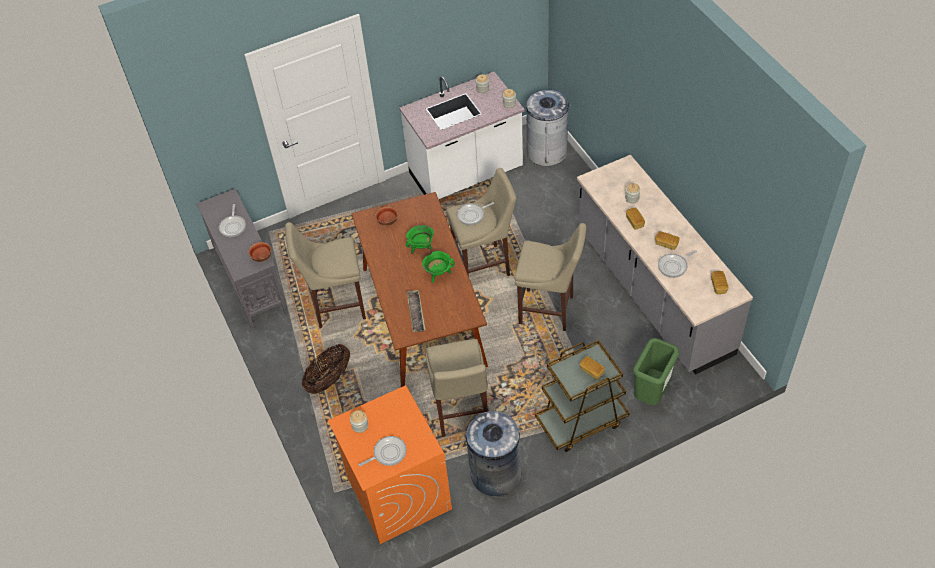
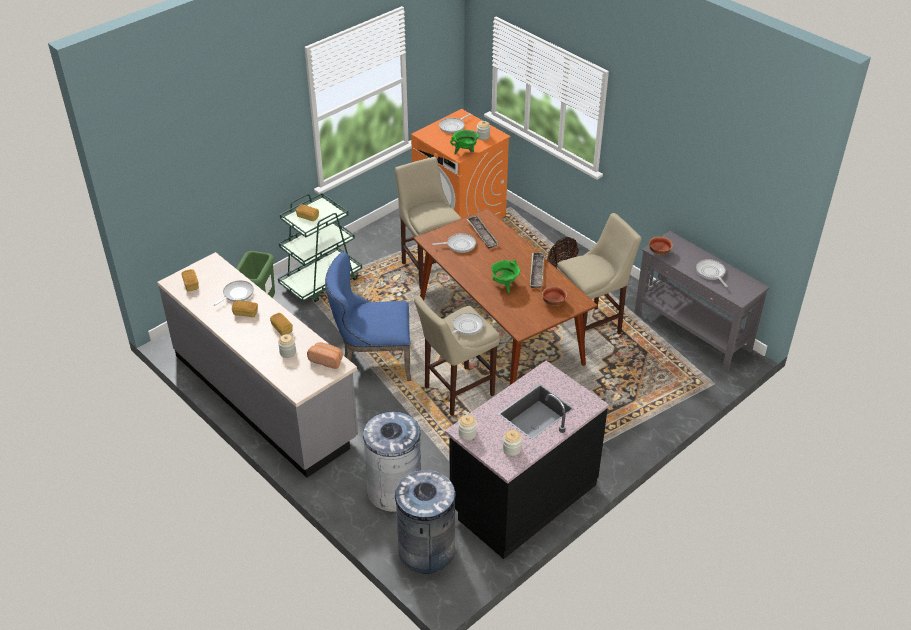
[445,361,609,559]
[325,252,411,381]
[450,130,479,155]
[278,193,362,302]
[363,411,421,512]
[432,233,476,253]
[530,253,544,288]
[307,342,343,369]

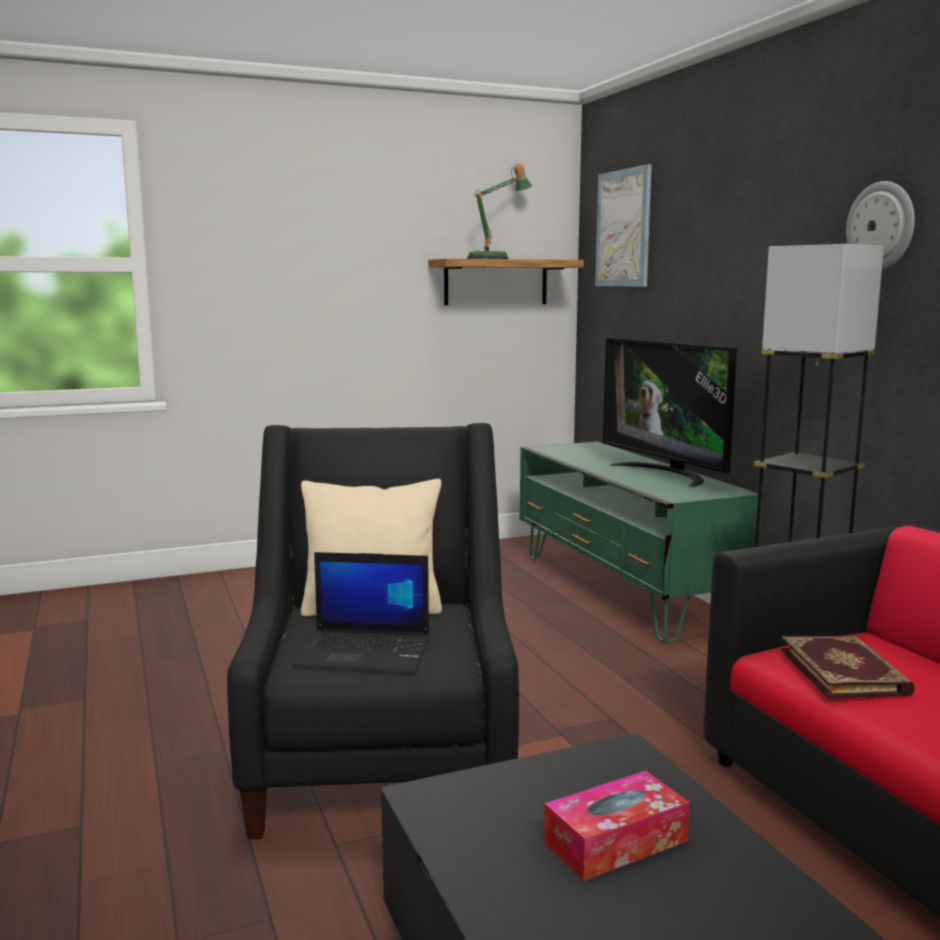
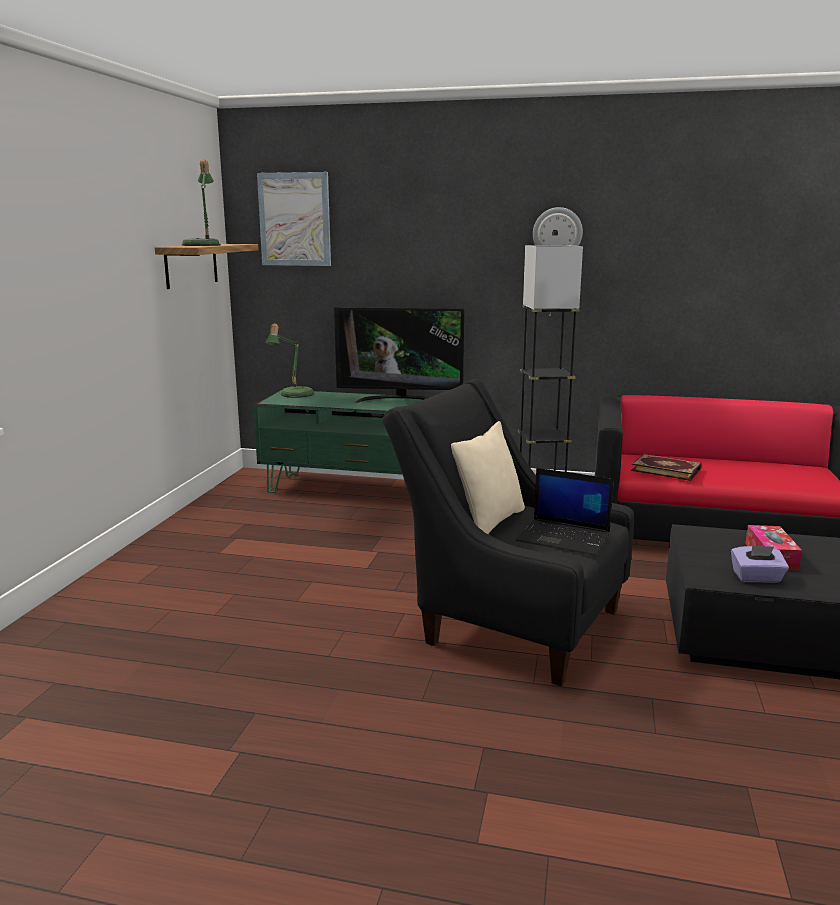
[516,468,614,556]
[265,323,314,398]
[731,545,789,583]

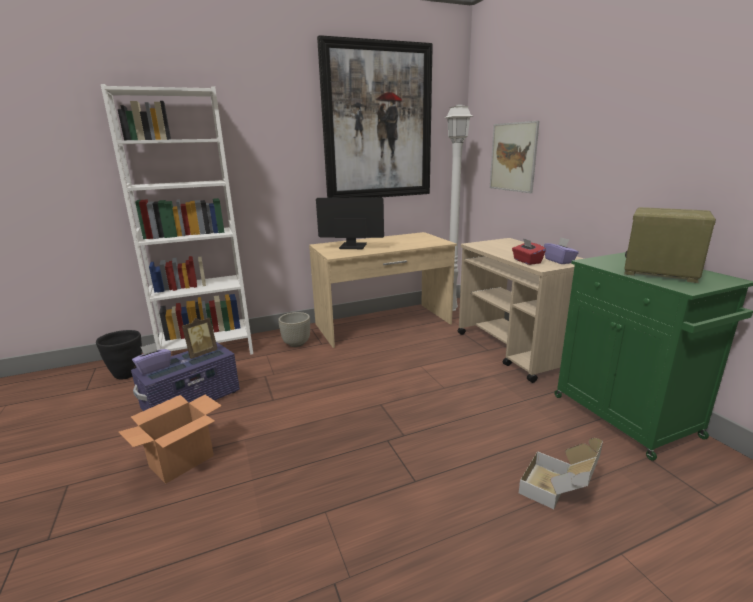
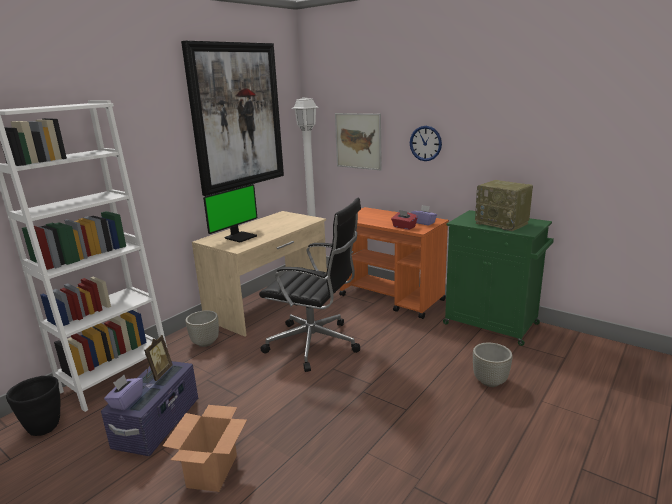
[203,184,257,242]
[475,180,533,231]
[339,207,449,319]
[473,343,512,387]
[410,126,442,161]
[259,198,361,372]

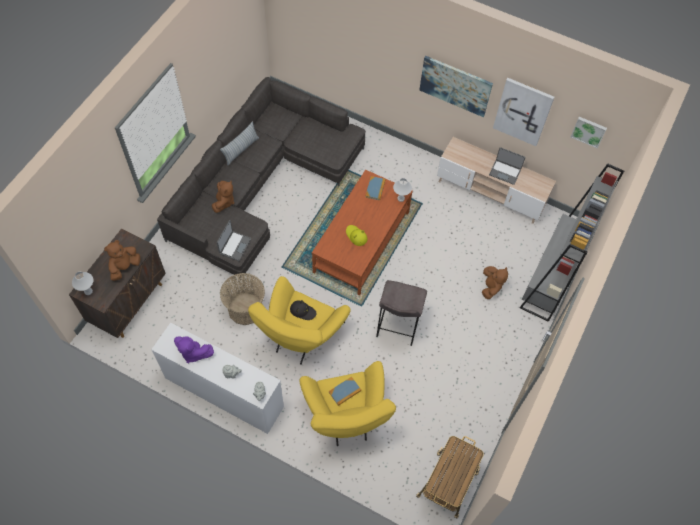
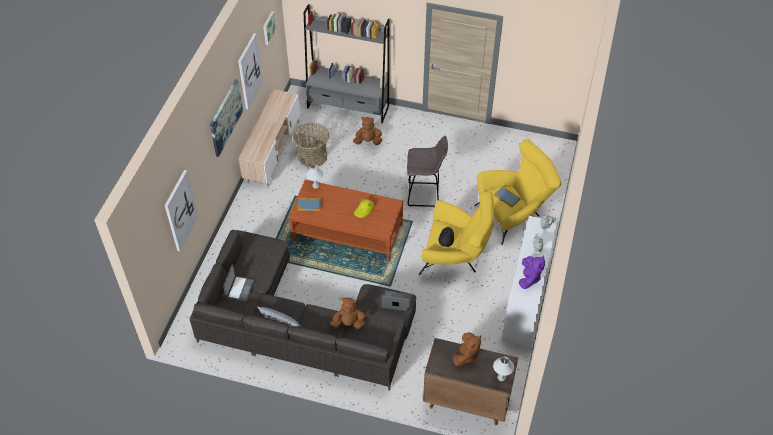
[223,264,255,302]
[453,332,481,366]
[292,123,329,168]
[416,436,484,518] (first image)
[165,170,198,251]

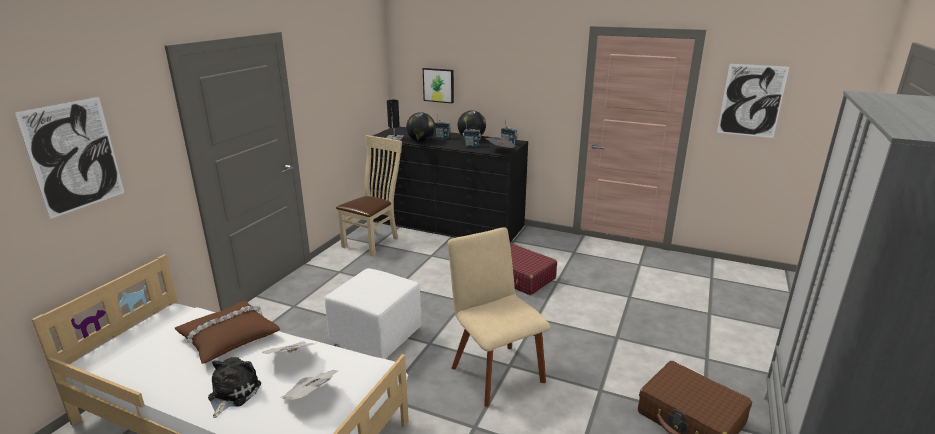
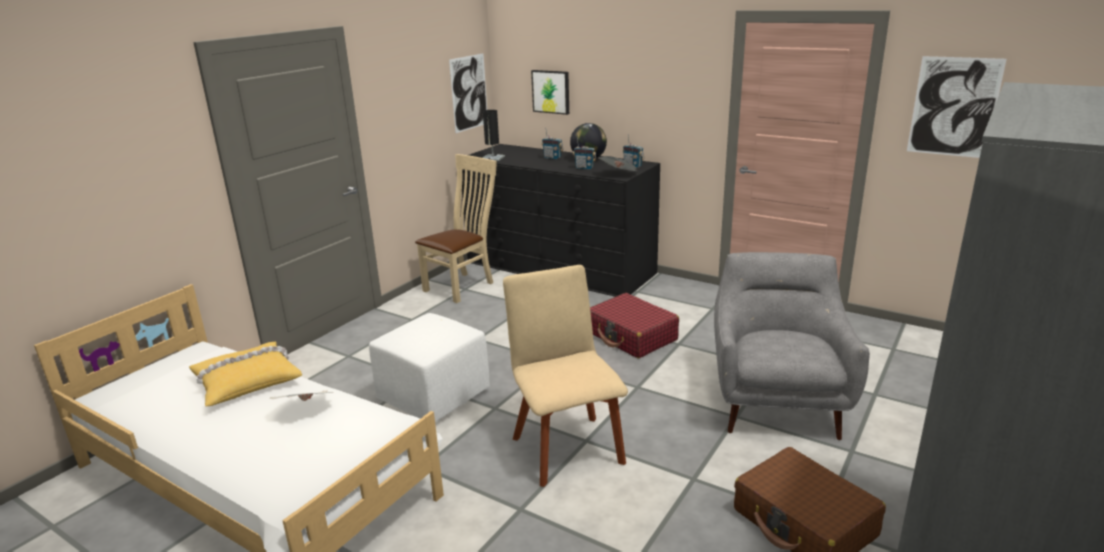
[449,53,487,133]
[406,112,435,142] (first image)
[189,342,302,406]
[208,357,261,418] (first image)
[281,370,338,400] (first image)
[714,252,870,440]

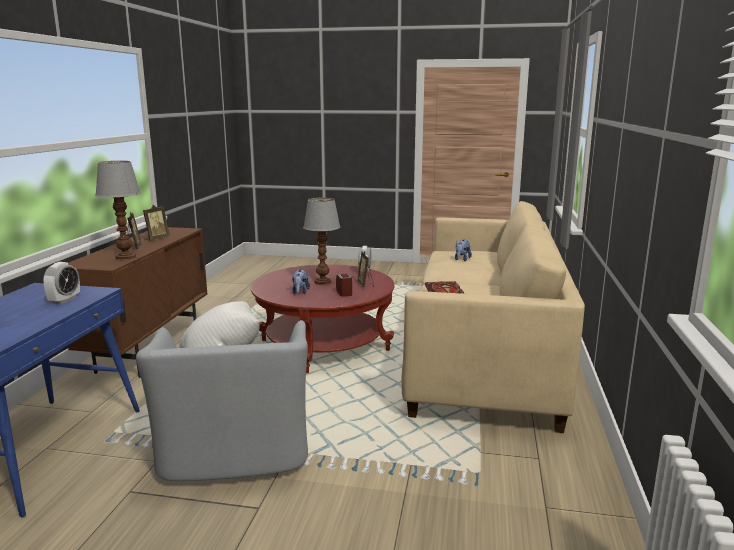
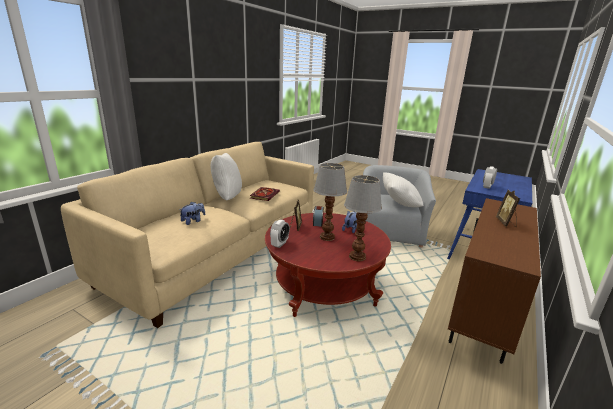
[344,175,382,261]
[143,205,170,241] (first image)
[210,153,242,200]

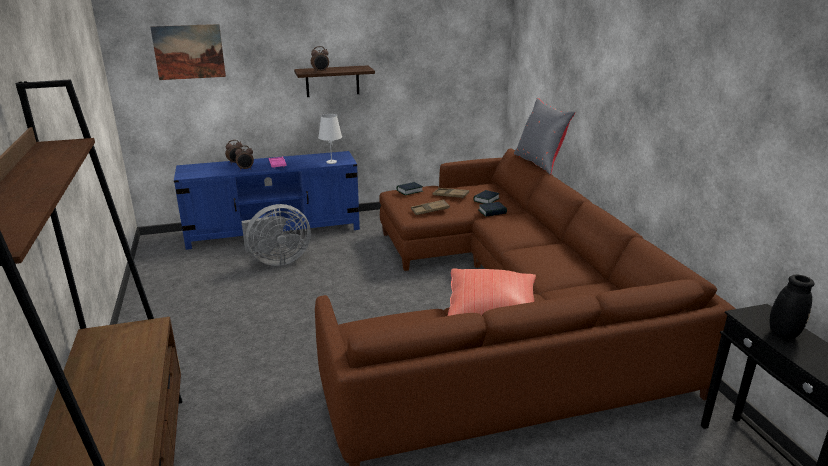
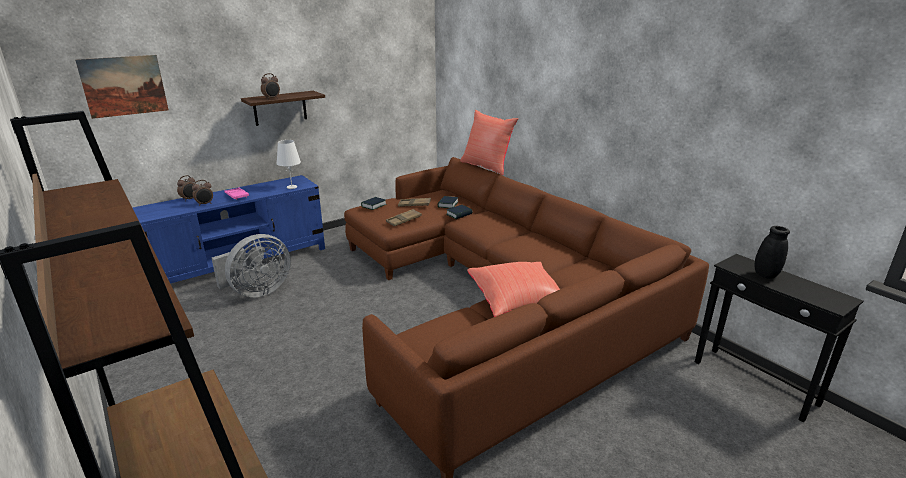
[460,110,518,175]

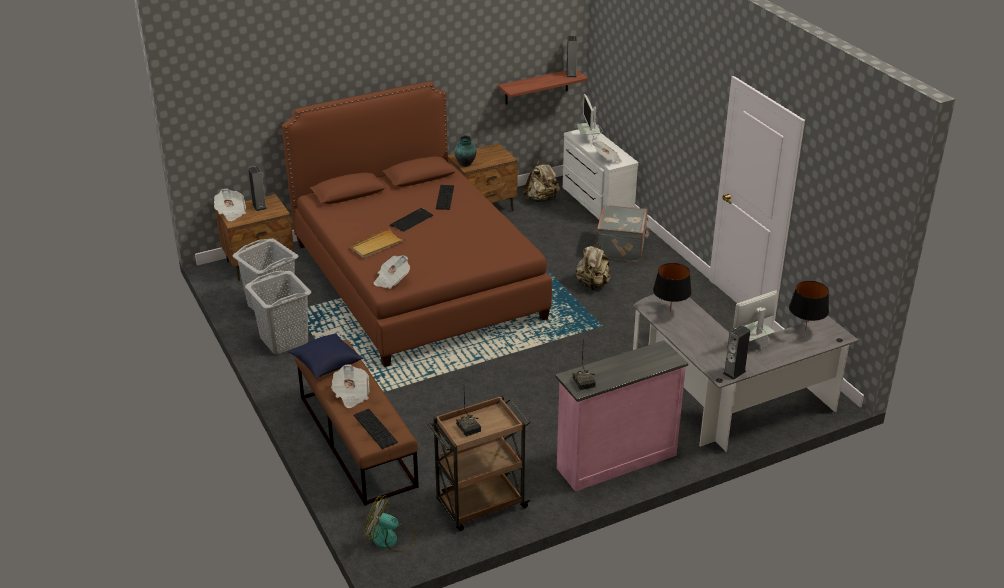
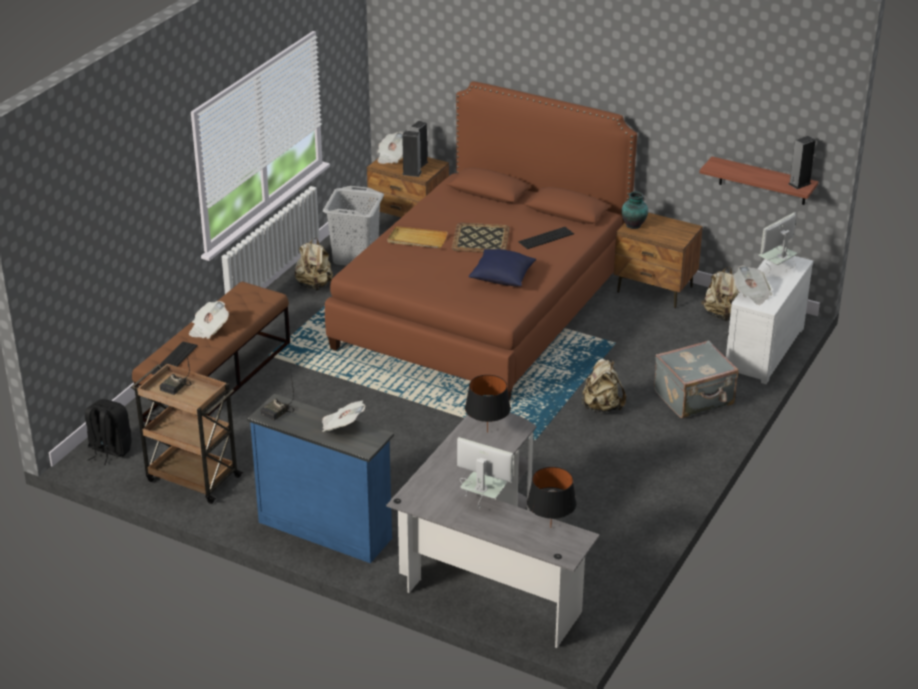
[452,223,510,253]
[322,401,365,432]
[295,238,333,291]
[402,131,422,177]
[468,249,536,286]
[247,394,394,563]
[85,399,132,465]

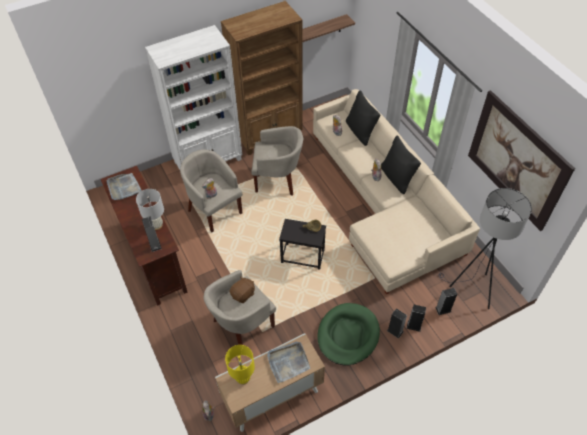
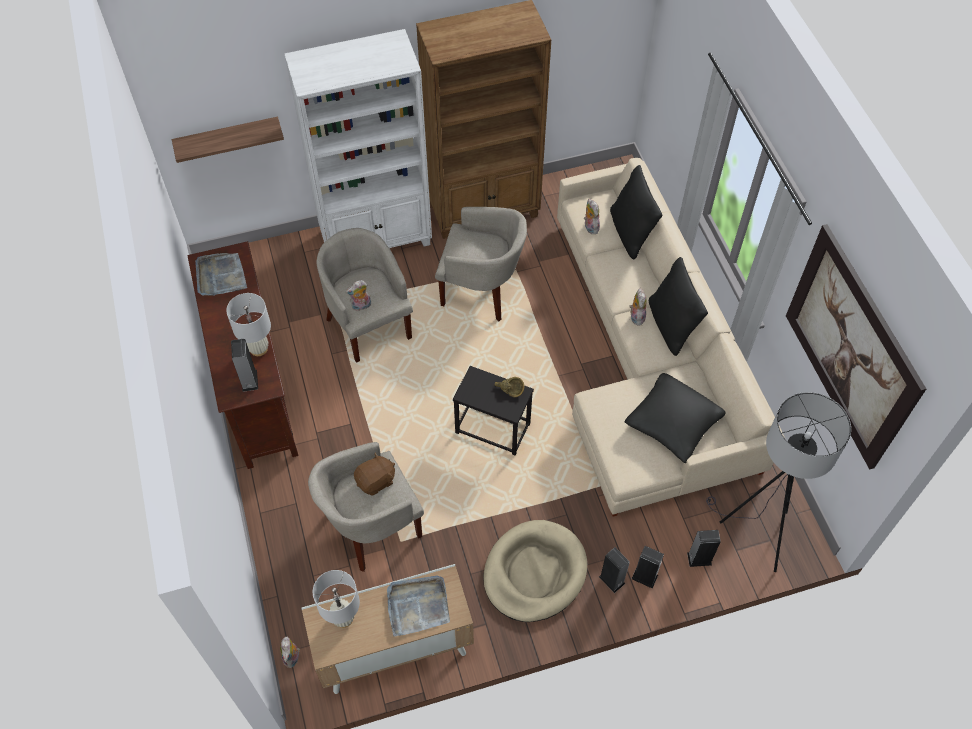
[172,117,284,163]
[483,520,587,622]
[313,570,360,628]
[624,373,725,463]

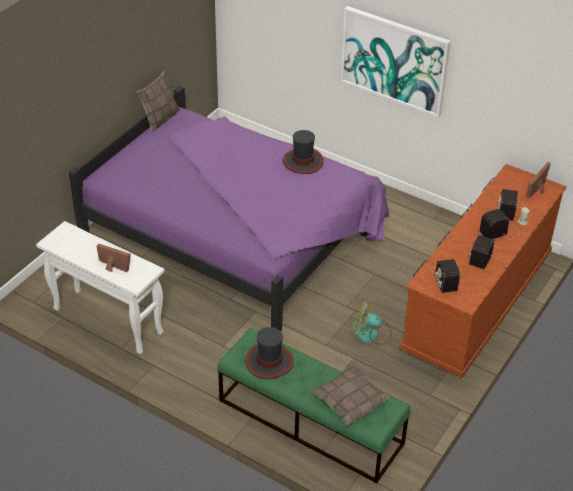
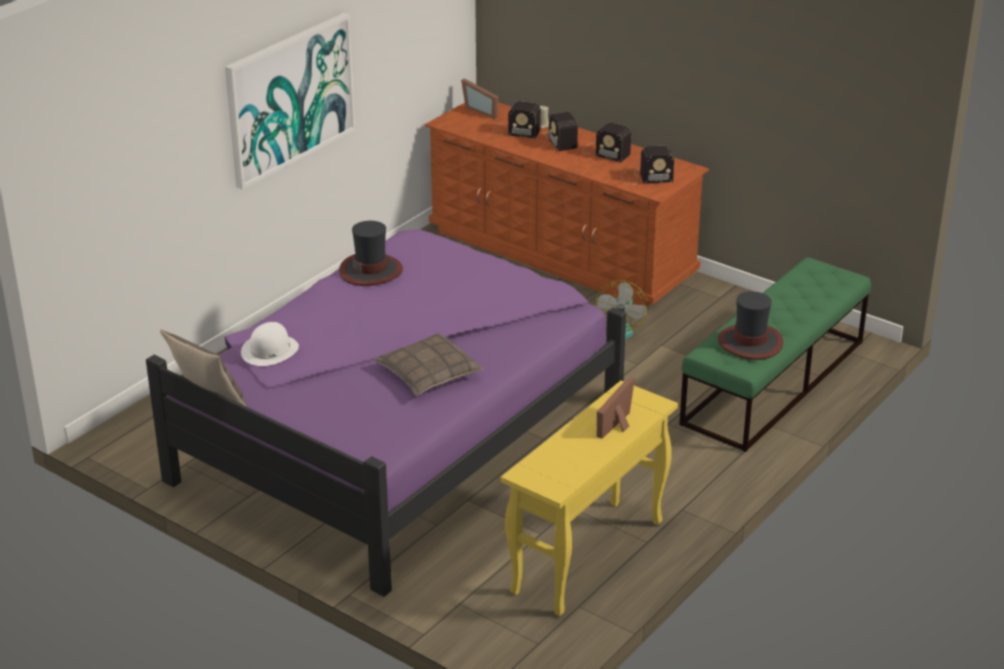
[501,380,678,616]
[374,333,483,396]
[241,322,299,366]

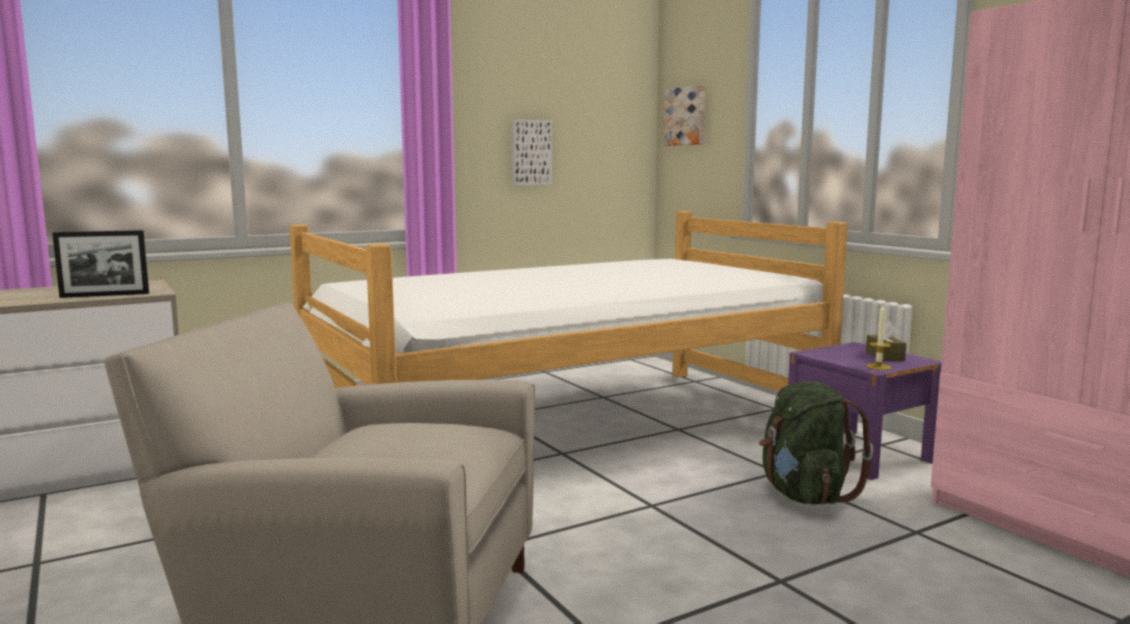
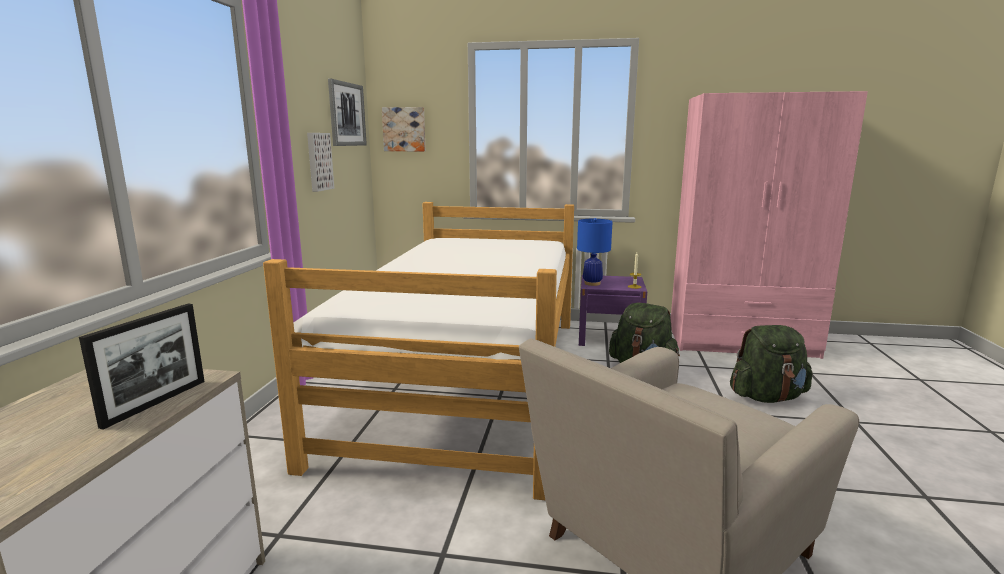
[866,322,906,361] (first image)
[328,79,367,146]
[577,218,612,286]
[730,325,812,403]

